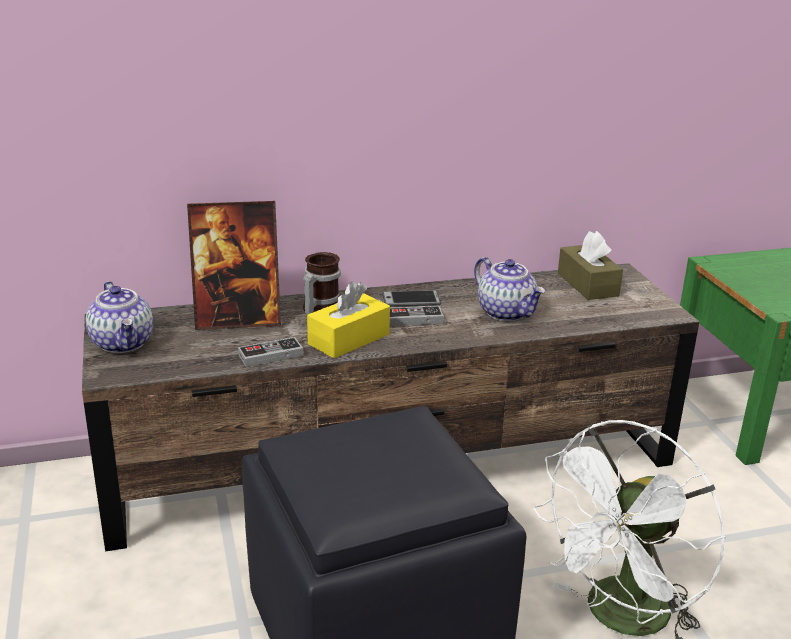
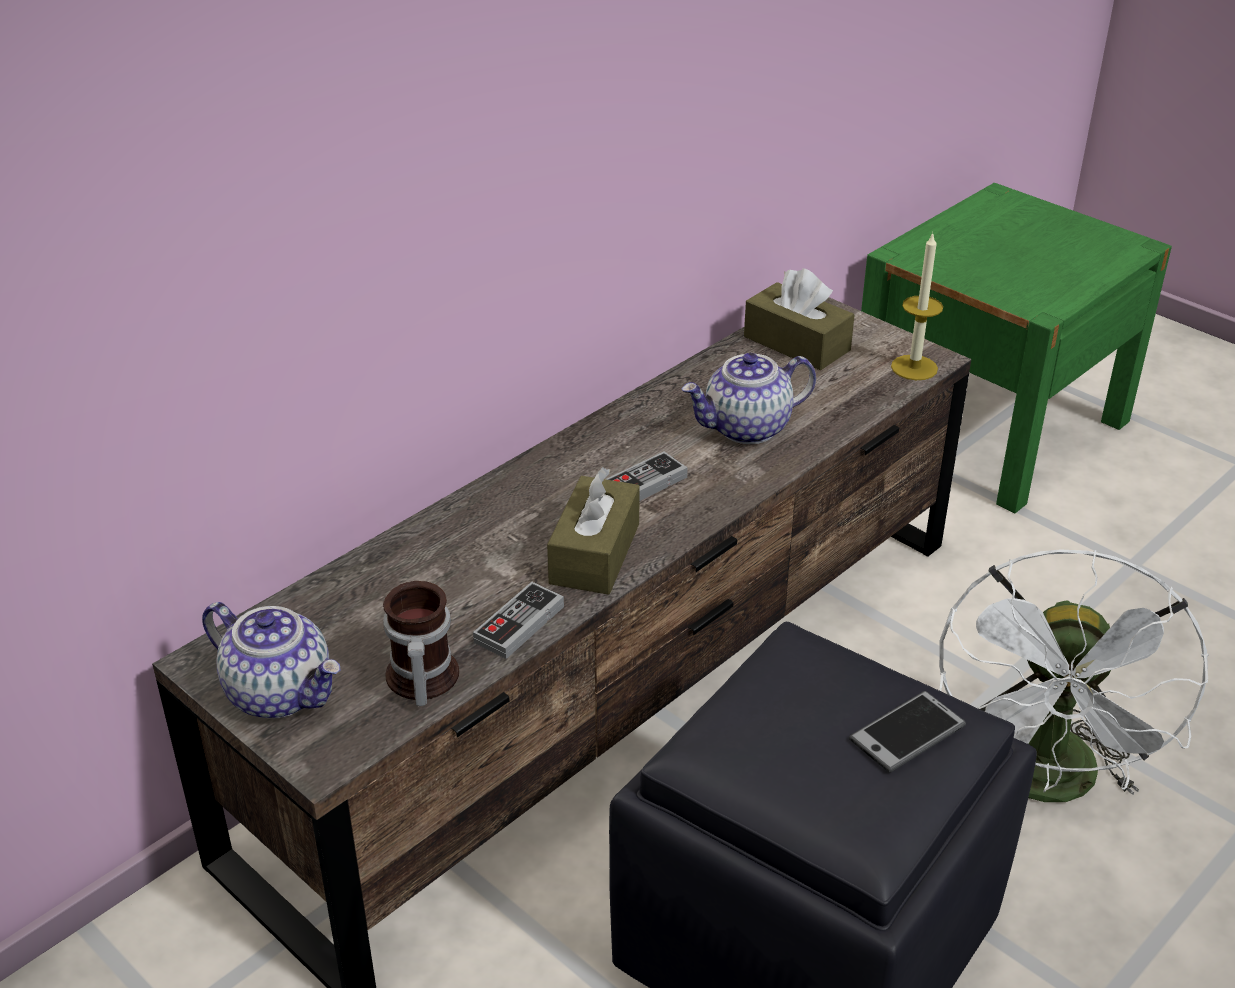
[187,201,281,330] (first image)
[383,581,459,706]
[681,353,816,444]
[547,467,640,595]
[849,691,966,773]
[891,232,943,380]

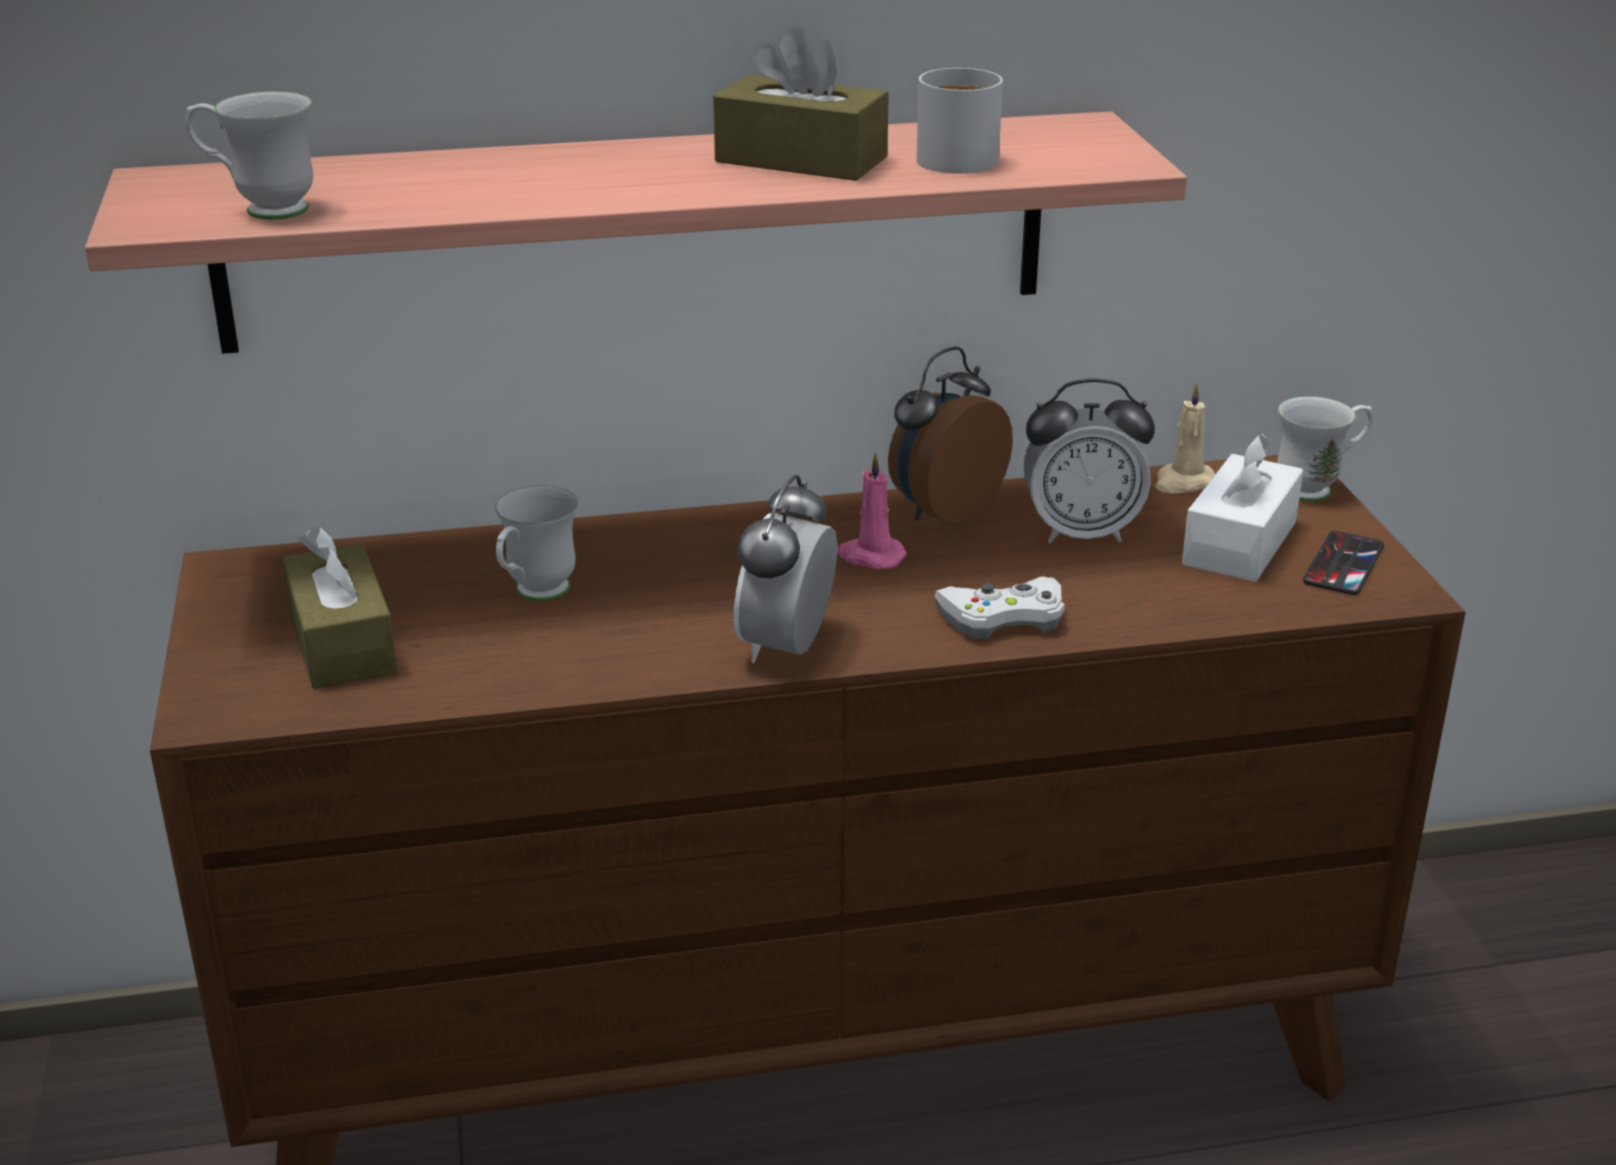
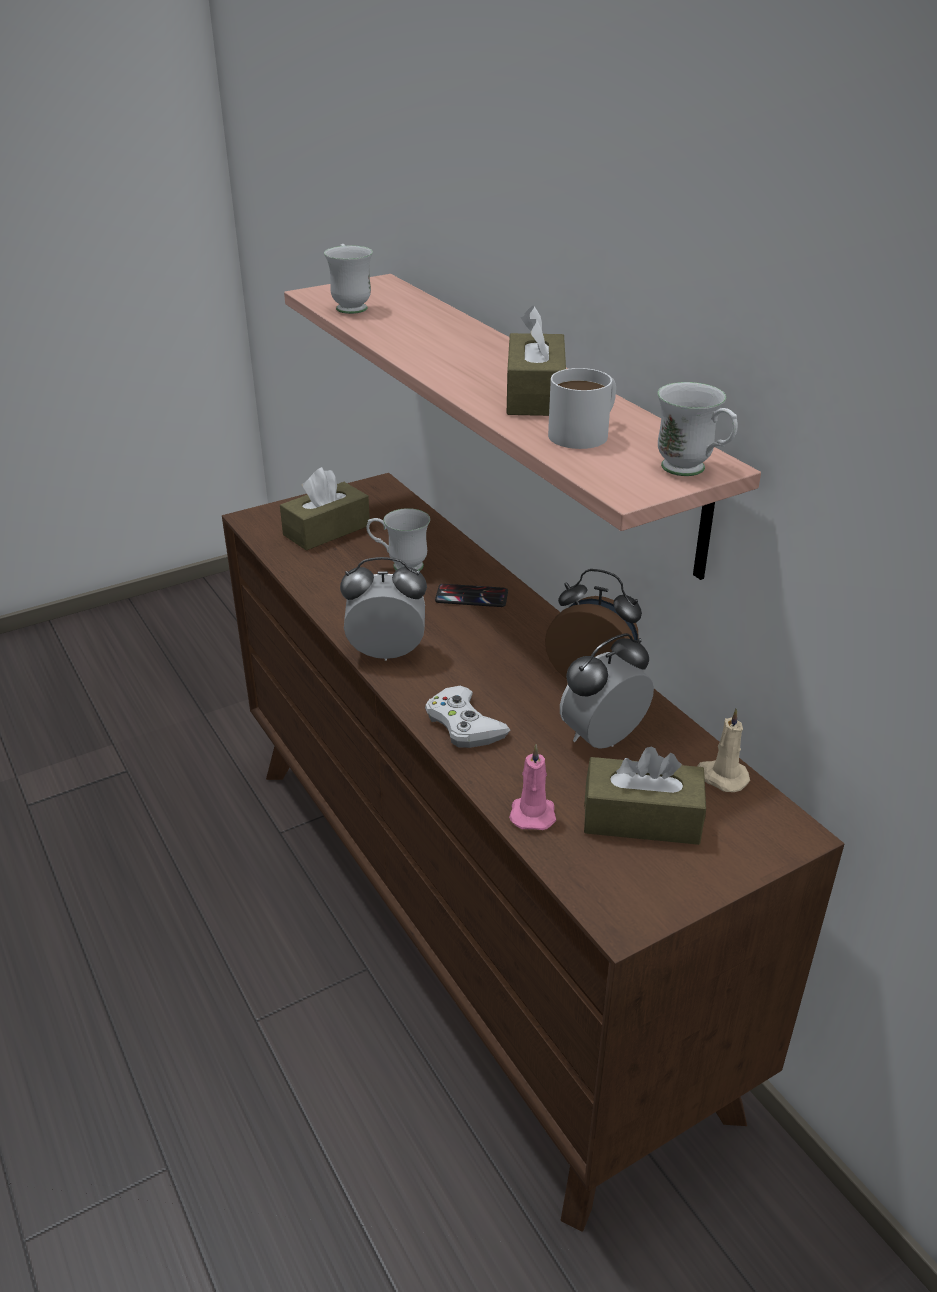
[560,633,654,749]
[657,382,738,476]
[584,746,706,845]
[509,745,556,830]
[435,584,508,607]

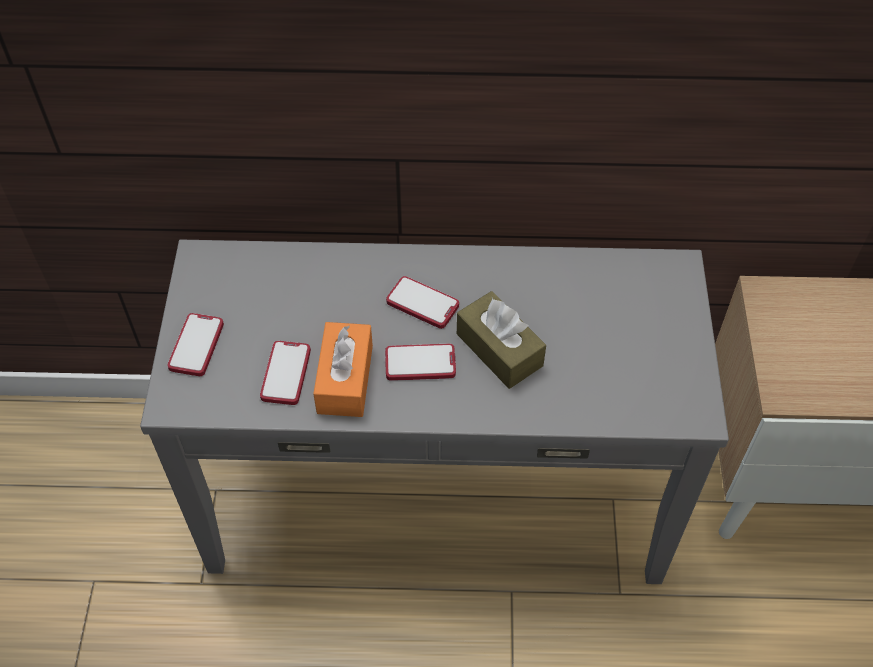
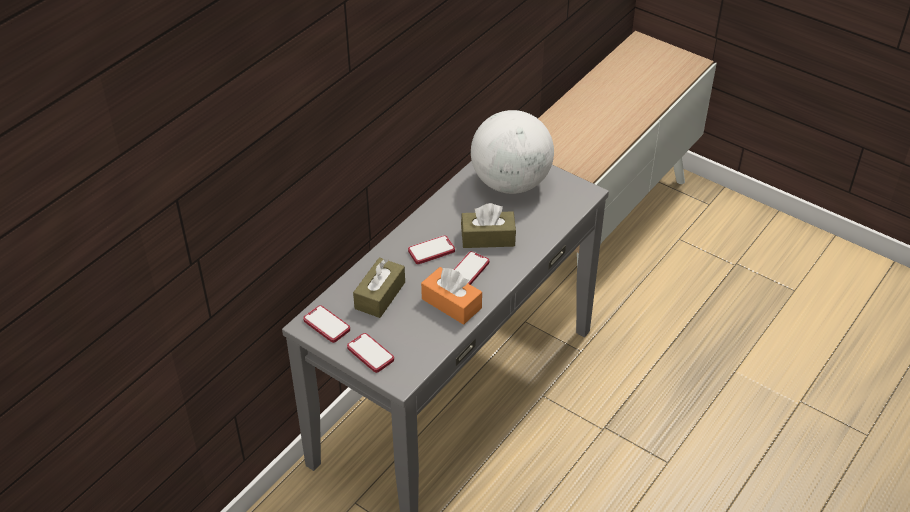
[303,305,350,343]
[471,110,554,194]
[353,258,405,318]

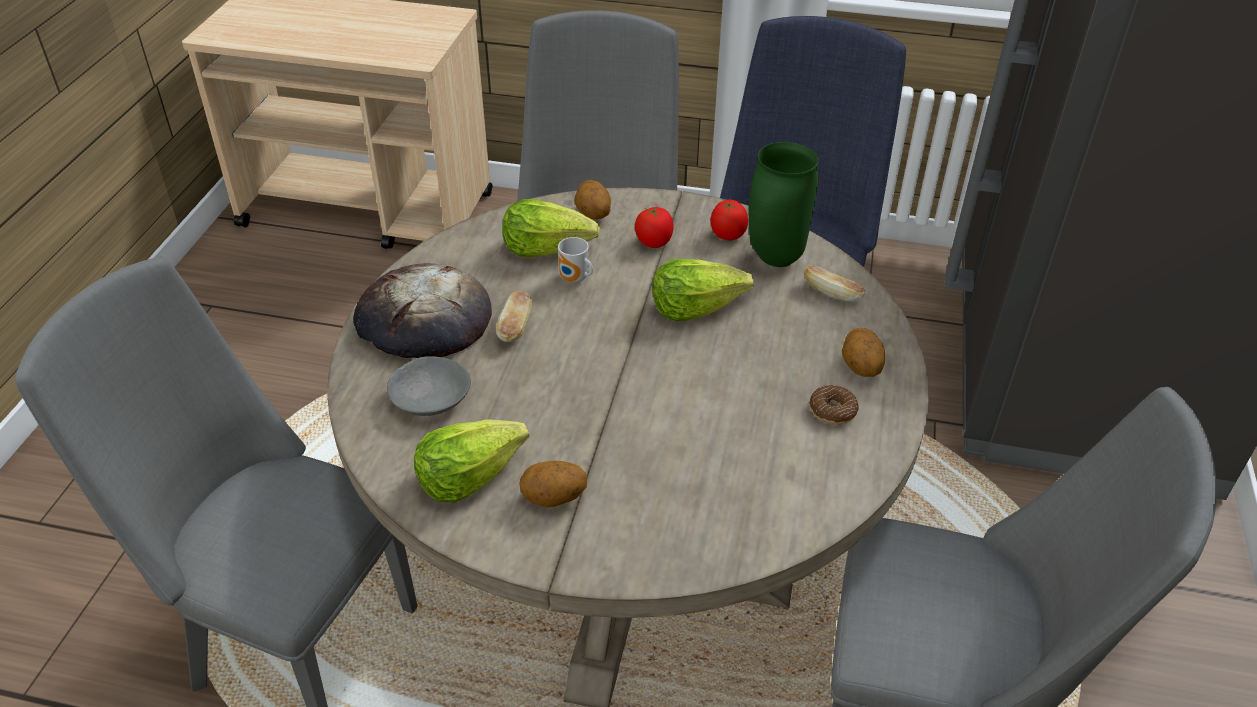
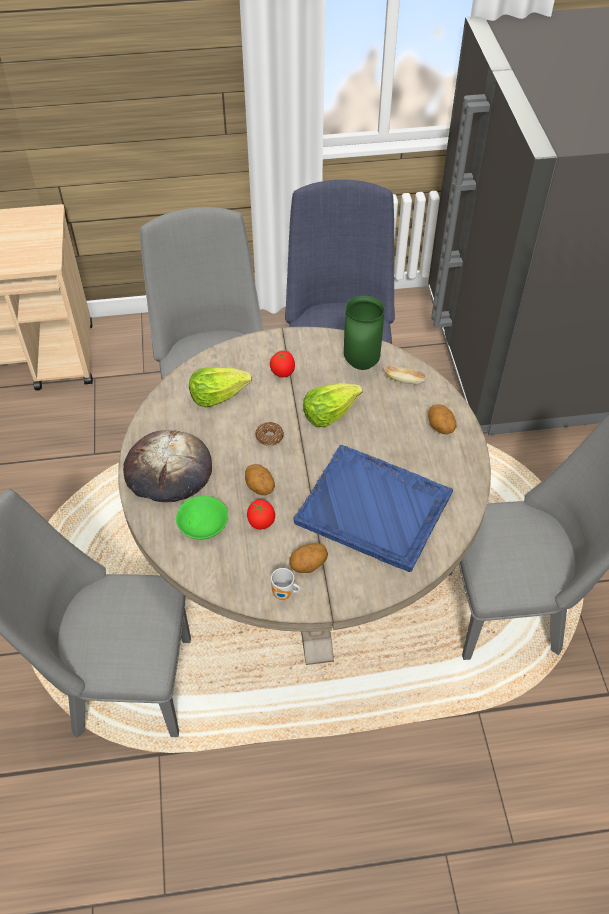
[245,464,275,495]
[247,499,275,530]
[271,568,300,600]
[496,291,532,342] (first image)
[176,496,228,539]
[255,422,284,446]
[414,419,529,503] (first image)
[293,445,453,572]

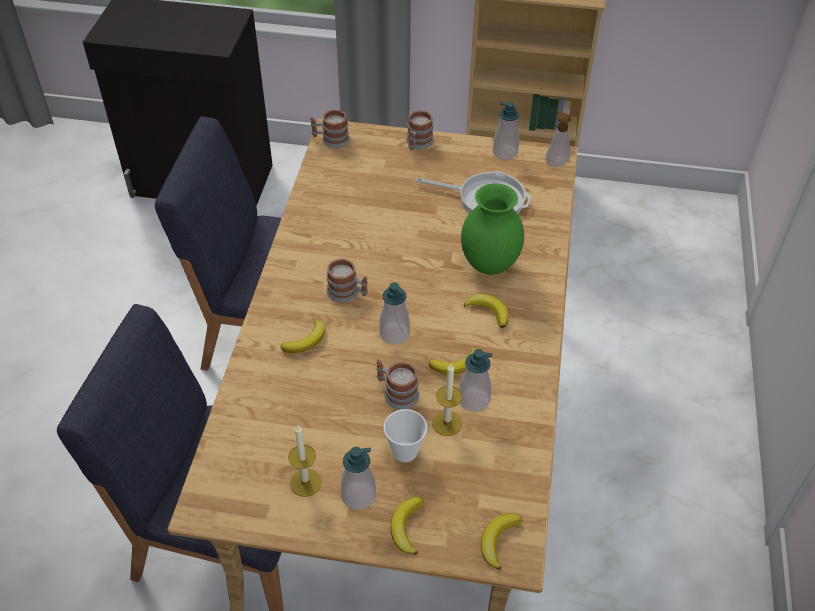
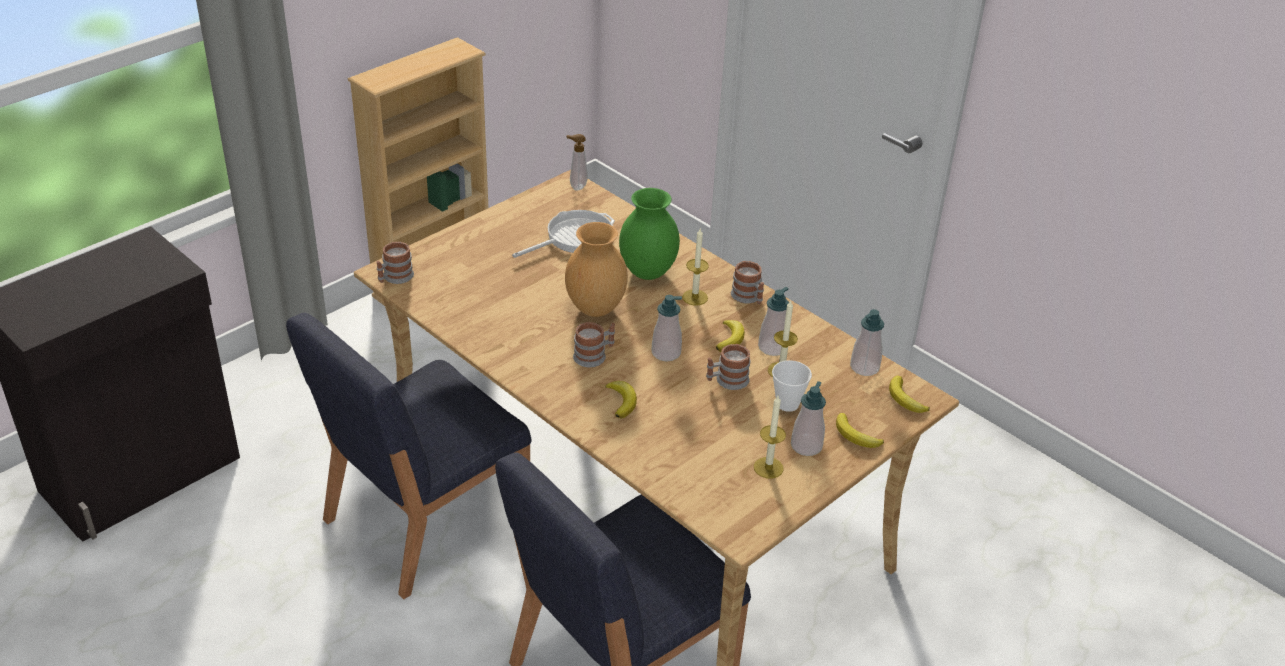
[850,309,884,376]
[731,261,764,304]
[682,229,709,306]
[565,222,628,317]

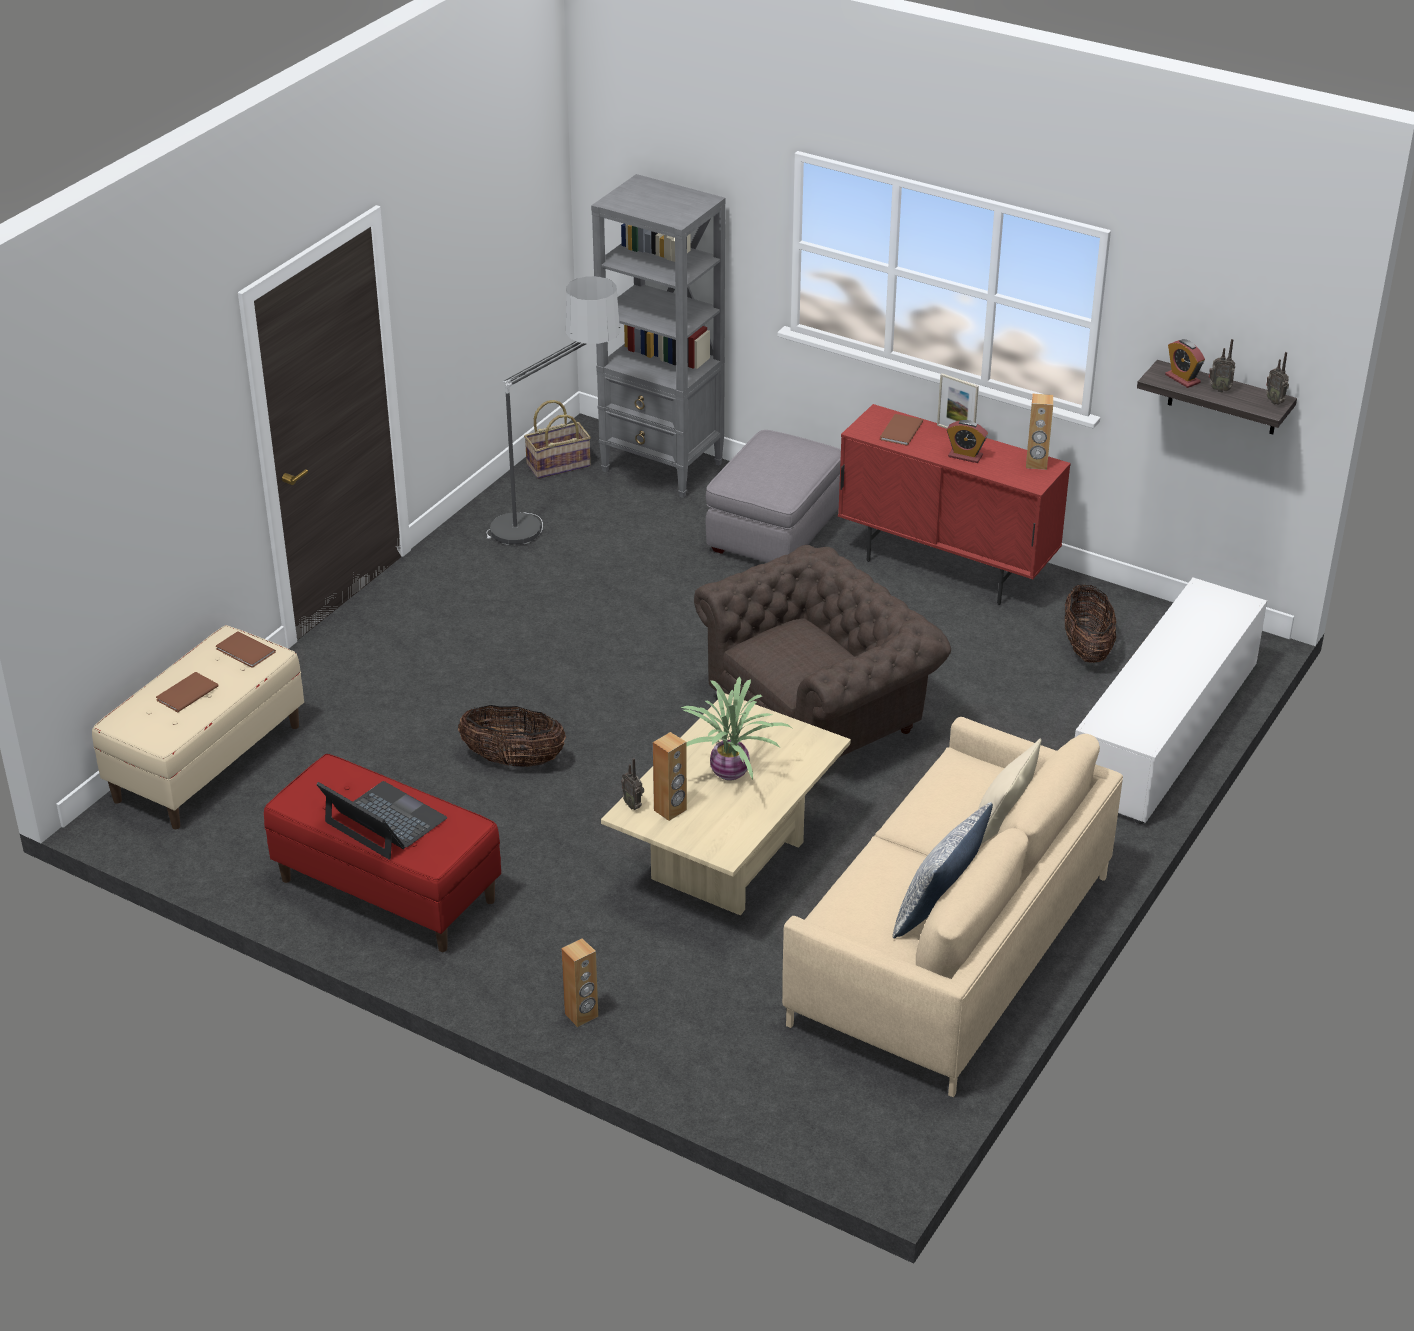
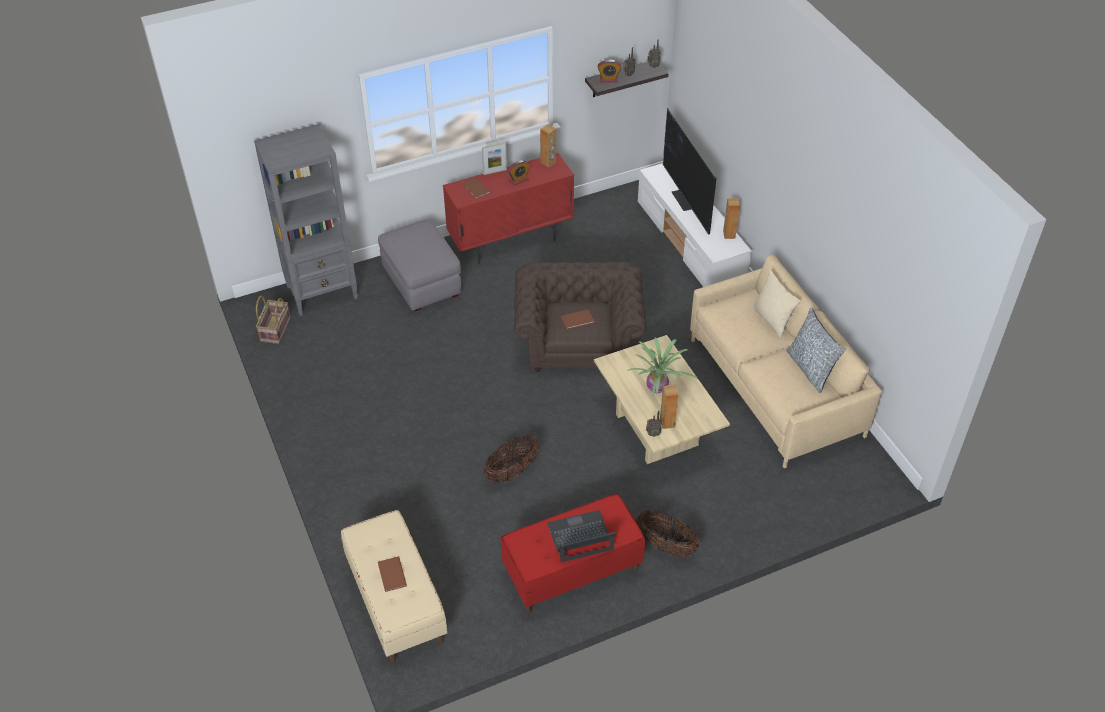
[487,276,620,545] (first image)
[636,510,700,557]
[561,309,594,329]
[723,198,740,239]
[663,108,716,235]

